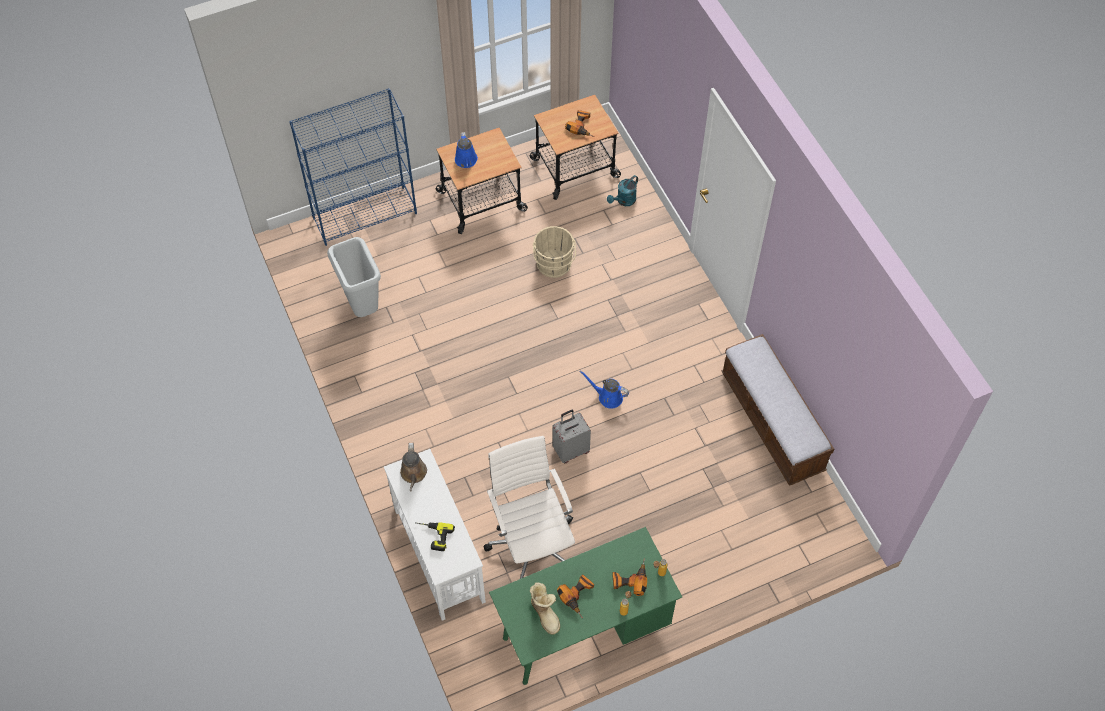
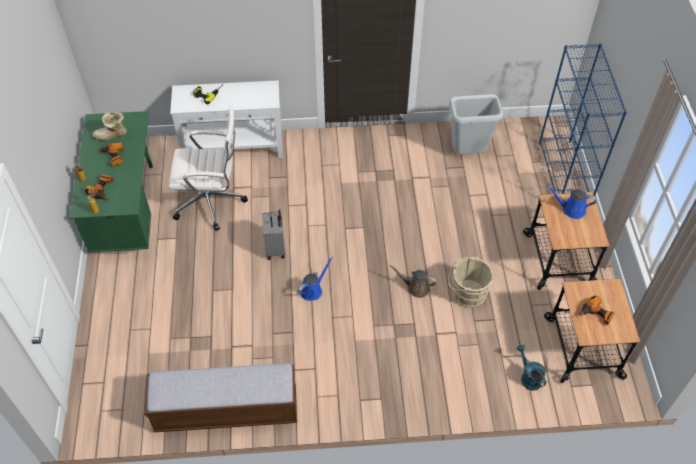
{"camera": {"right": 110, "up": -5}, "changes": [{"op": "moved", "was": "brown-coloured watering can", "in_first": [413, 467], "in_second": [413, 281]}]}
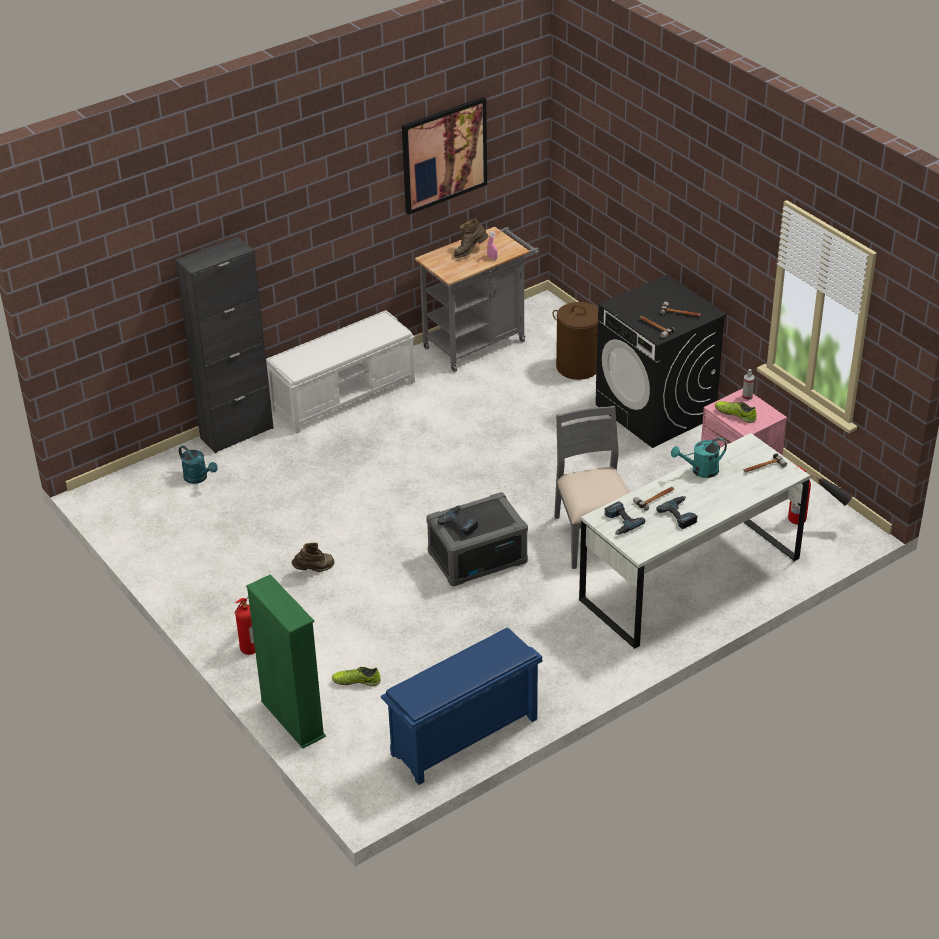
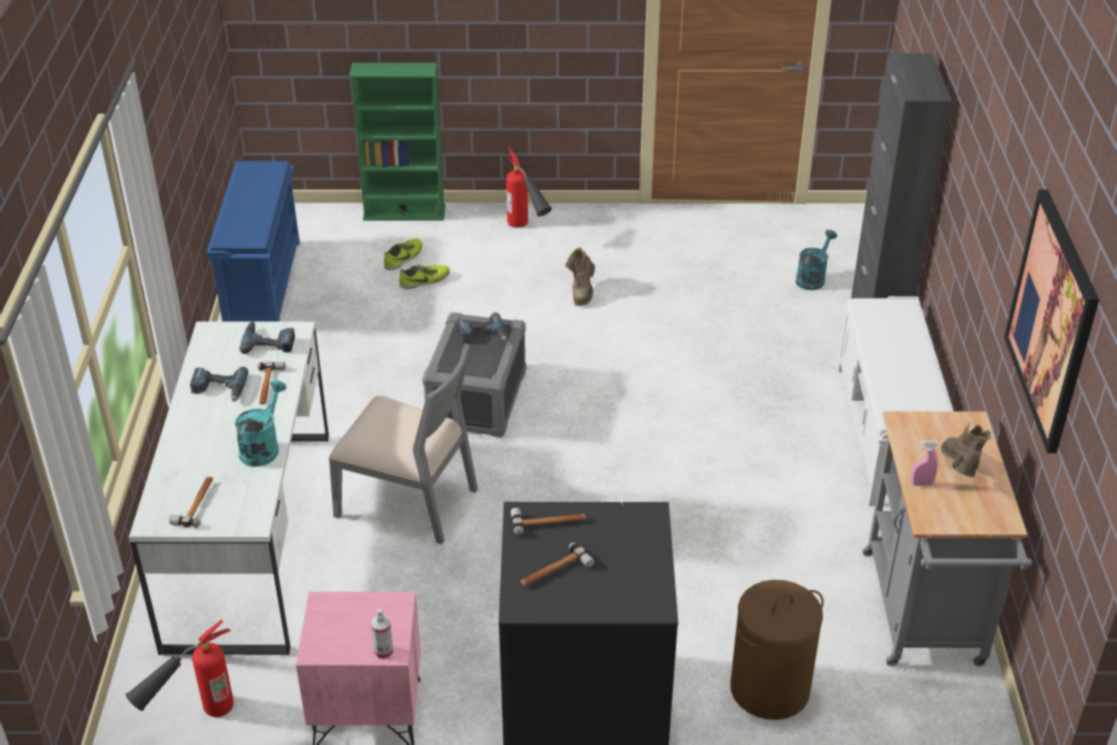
{"camera": {"right": 125, "up": 0}, "changes": [{"op": "moved", "was": "shoe", "in_first": [736, 412], "in_second": [424, 276]}, {"op": "turned", "was": "turquoise-coloured watering can", "in_first": [198, 465], "in_second": [816, 260], "clockwise": 135}]}
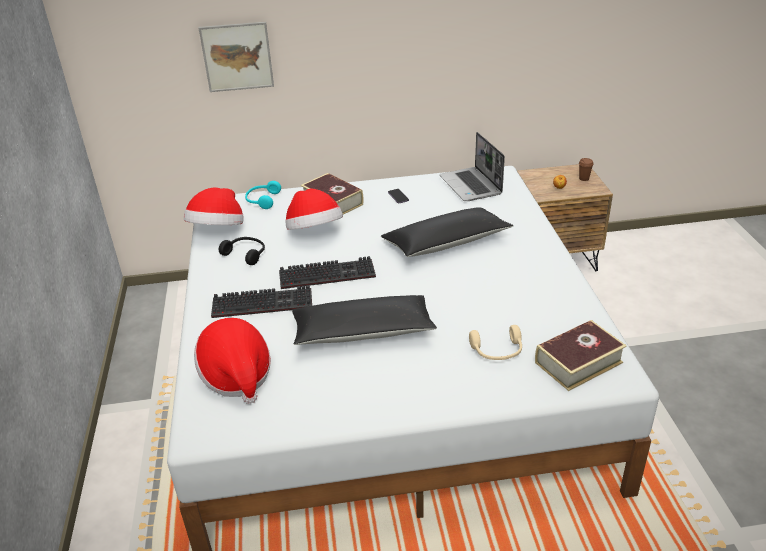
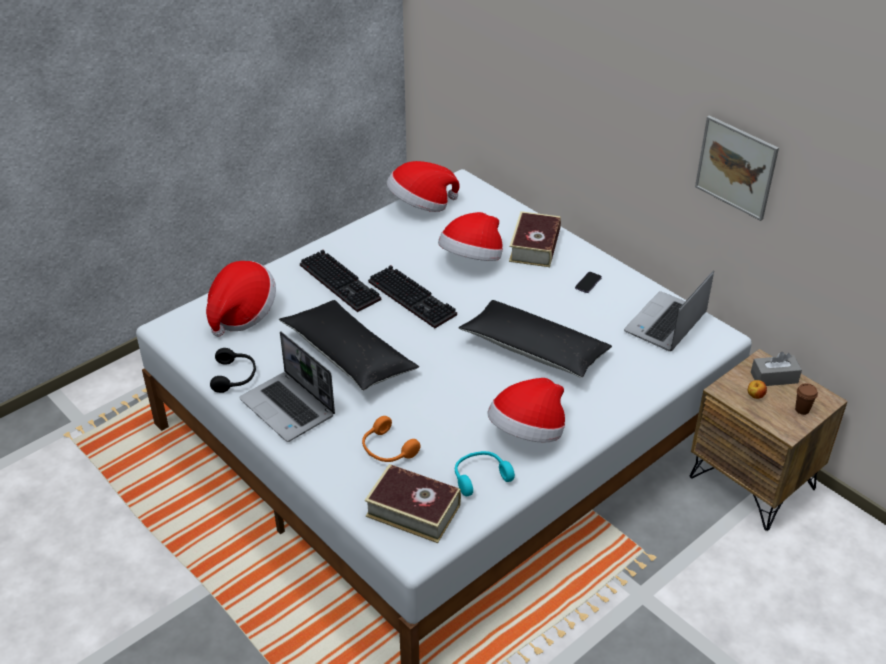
{"camera": {"right": 55, "up": 5}, "changes": [{"op": "moved", "was": "wall art", "in_first": [236, 57], "in_second": [737, 168]}, {"op": "moved", "was": "turquoise-coloured headphones", "in_first": [263, 195], "in_second": [485, 473]}, {"op": "moved", "was": "black headphones", "in_first": [242, 251], "in_second": [233, 370]}, {"op": "recoloured", "was": "beige headphones", "now": "orange headphones", "in_first": [495, 342], "in_second": [391, 439]}, {"op": "added", "now": "laptop", "in_second": [287, 386]}, {"op": "added", "now": "greyish box of tissues", "in_second": [776, 369]}, {"op": "added", "now": "hat", "in_second": [526, 410]}]}
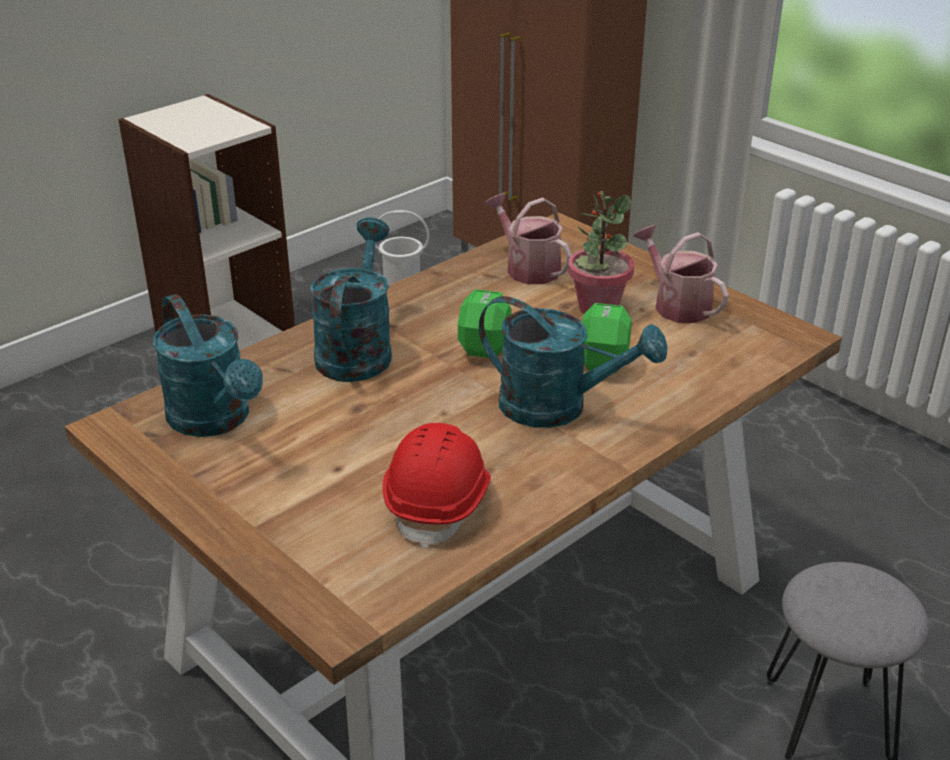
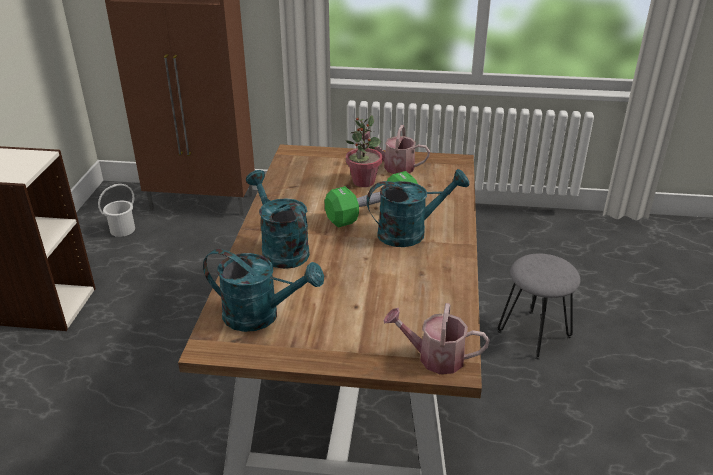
{"camera": {"right": -40, "up": 0}, "changes": [{"op": "moved", "was": "watering can", "in_first": [528, 238], "in_second": [436, 338]}, {"op": "removed", "was": "red-coloured safety helmet", "in_first": [436, 486]}]}
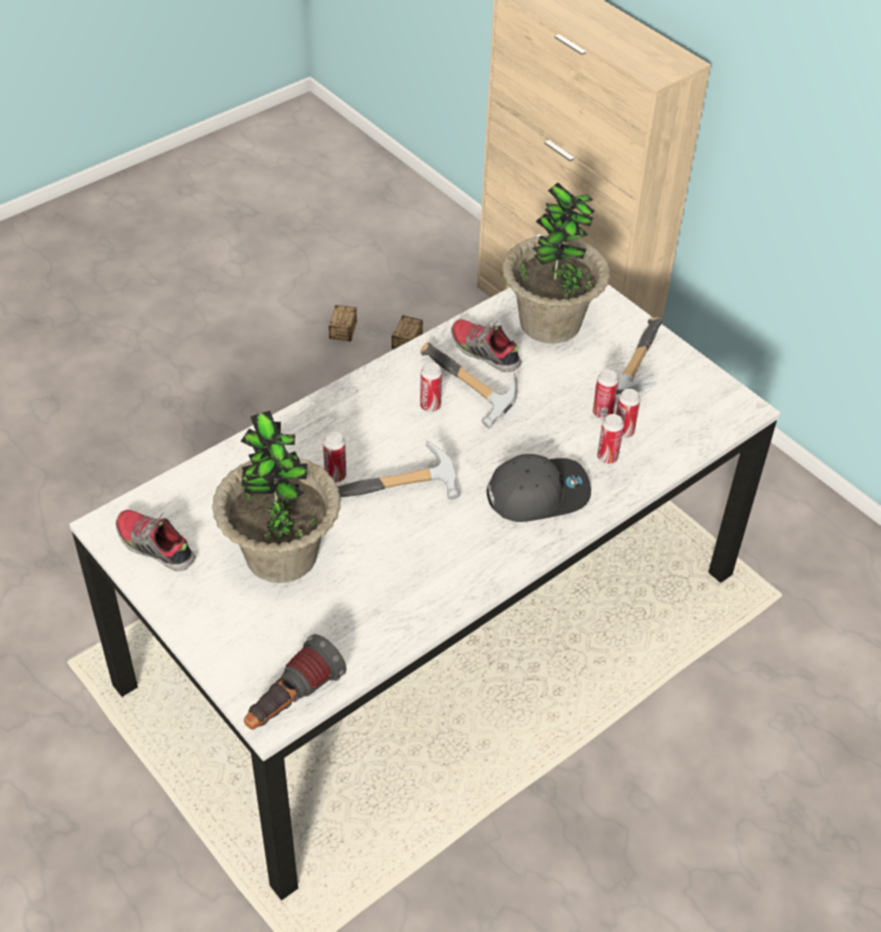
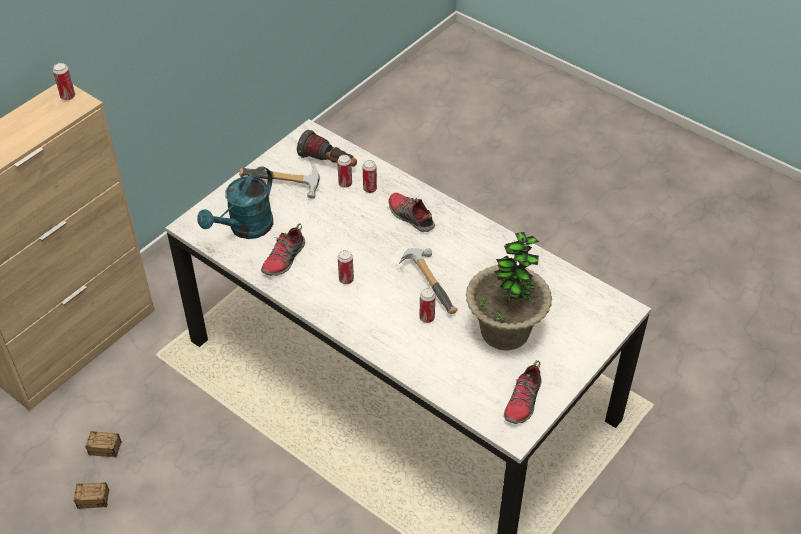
{"camera": {"right": -100, "up": 0}, "changes": [{"op": "replaced", "was": "houseplant", "now": "turquoise-coloured watering can", "in_first": [556, 263], "in_second": [235, 202]}, {"op": "removed", "was": "tool hammer", "in_first": [468, 385]}, {"op": "moved", "was": "sealed can", "in_first": [606, 394], "in_second": [64, 81]}, {"op": "replaced", "was": "greyish peaked cap", "now": "shoe", "in_first": [539, 488], "in_second": [412, 212]}, {"op": "moved", "was": "flashlight", "in_first": [295, 682], "in_second": [327, 148]}]}
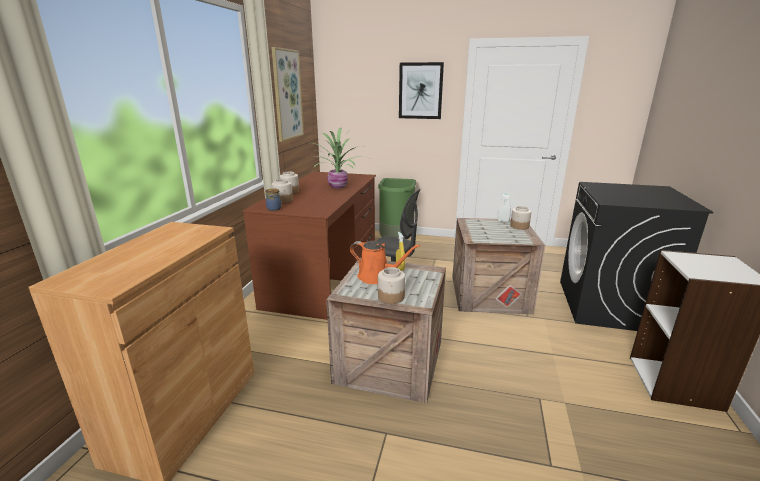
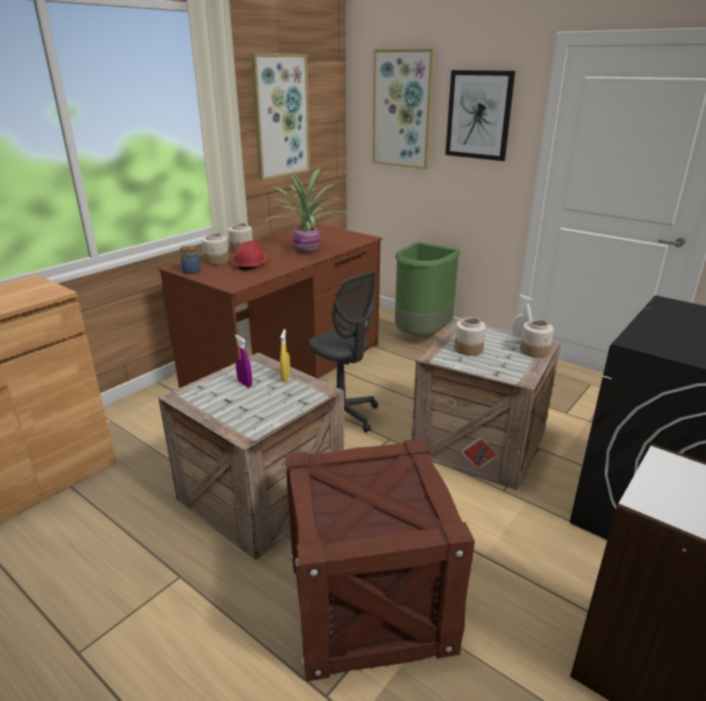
{"camera": {"right": 25, "up": 5}, "changes": [{"op": "replaced", "was": "orange watering can", "now": "purple-coloured sprayer", "in_first": [385, 262], "in_second": [243, 361]}, {"op": "moved", "was": "storage jar", "in_first": [391, 285], "in_second": [470, 336]}, {"op": "added", "now": "wall art", "in_second": [404, 108]}, {"op": "added", "now": "red-coloured safety helmet", "in_second": [250, 255]}, {"op": "added", "now": "shipping crate", "in_second": [379, 560]}]}
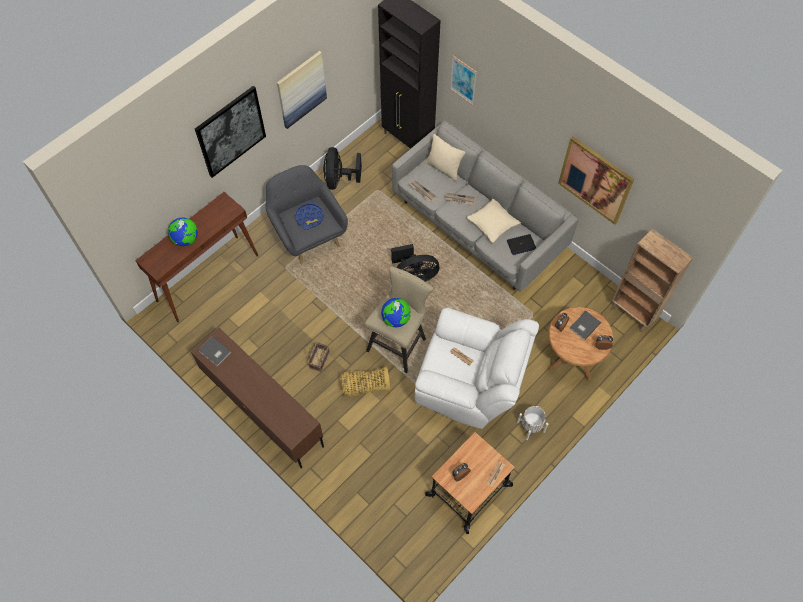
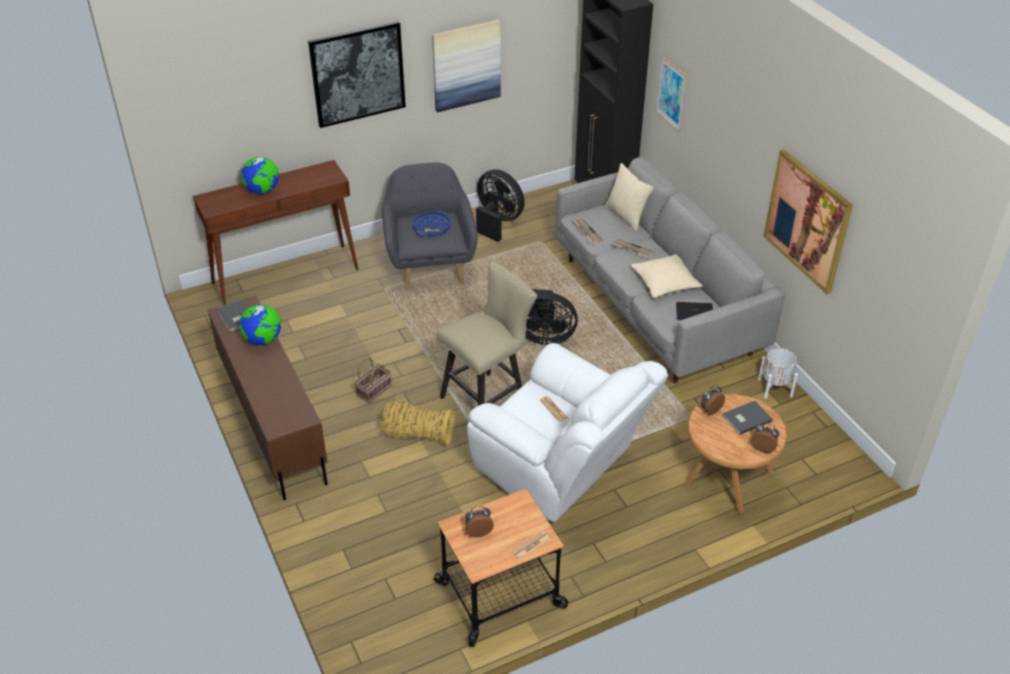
{"camera": {"right": 20, "up": -20}, "changes": [{"op": "turned", "was": "black cooling fan", "in_first": [342, 168], "in_second": [500, 205], "clockwise": 105}, {"op": "removed", "was": "brown-coloured bookshelf", "in_first": [652, 280]}, {"op": "moved", "was": "desk globe", "in_first": [396, 312], "in_second": [260, 324]}, {"op": "moved", "was": "whitish flower pot", "in_first": [532, 423], "in_second": [778, 373]}]}
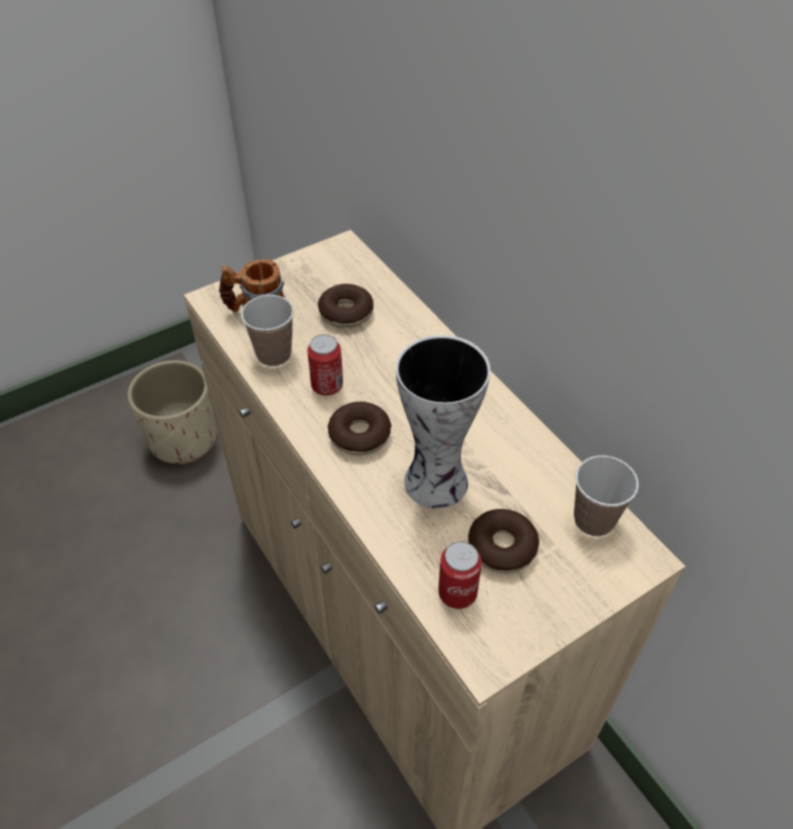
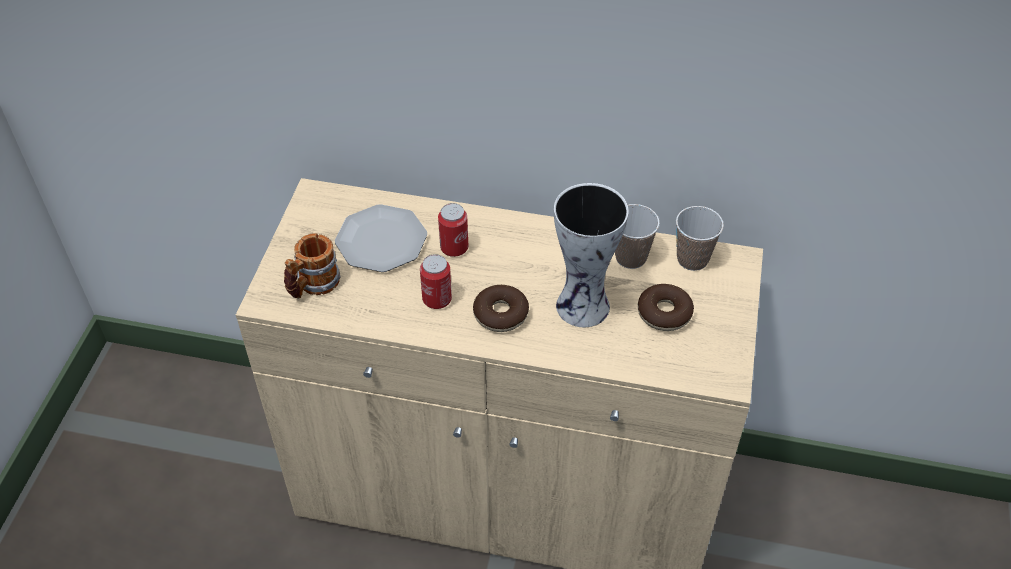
{"camera": {"right": -45, "up": 0}, "changes": [{"op": "replaced", "was": "doughnut", "now": "flat dish", "in_first": [346, 306], "in_second": [381, 238]}, {"op": "moved", "was": "drinking cup", "in_first": [267, 330], "in_second": [637, 236]}, {"op": "removed", "was": "beige flower pot", "in_first": [172, 412]}, {"op": "moved", "was": "sealed can", "in_first": [460, 575], "in_second": [453, 230]}]}
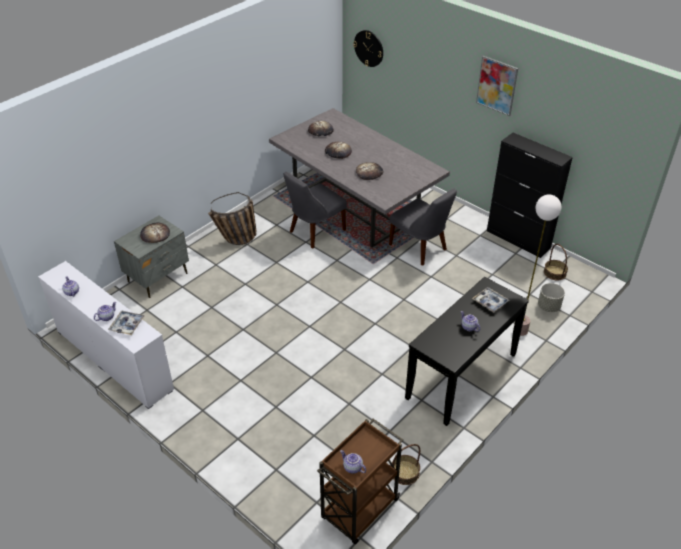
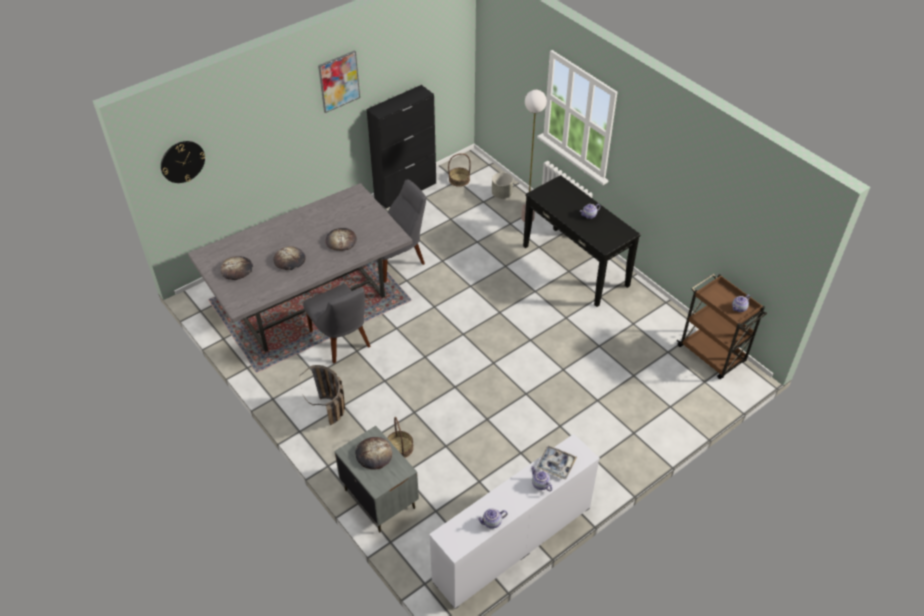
{"camera": {"right": -80, "up": 5}, "changes": [{"op": "removed", "was": "serving tray", "in_first": [490, 300]}, {"op": "moved", "was": "storage basket", "in_first": [406, 464], "in_second": [400, 437]}]}
